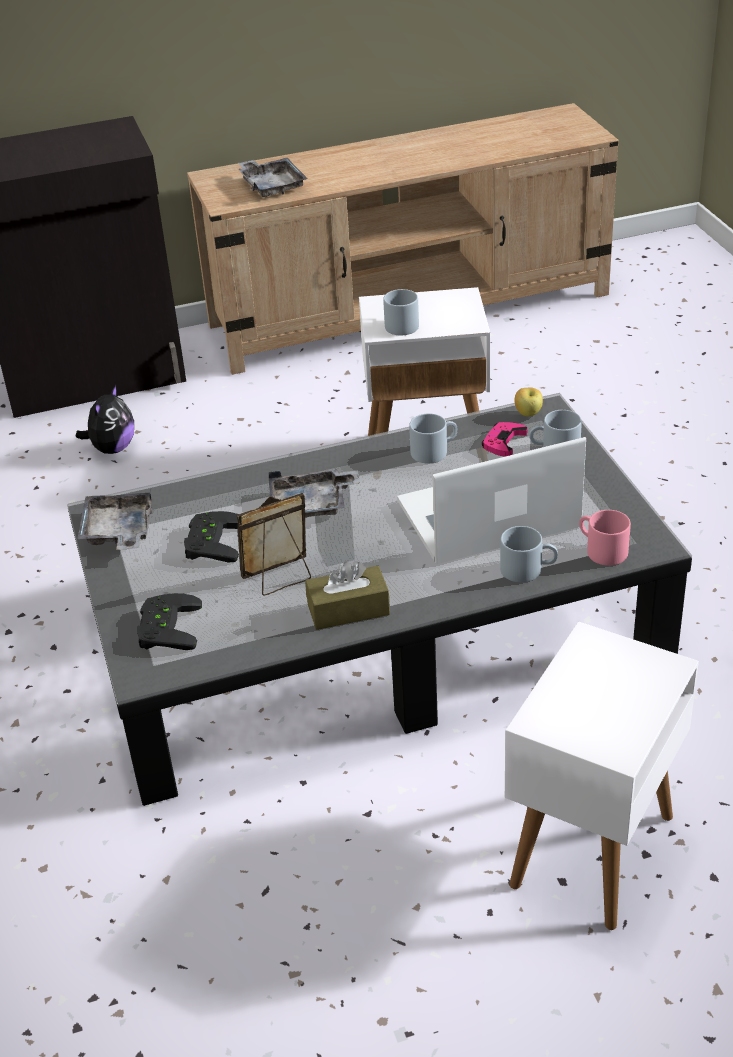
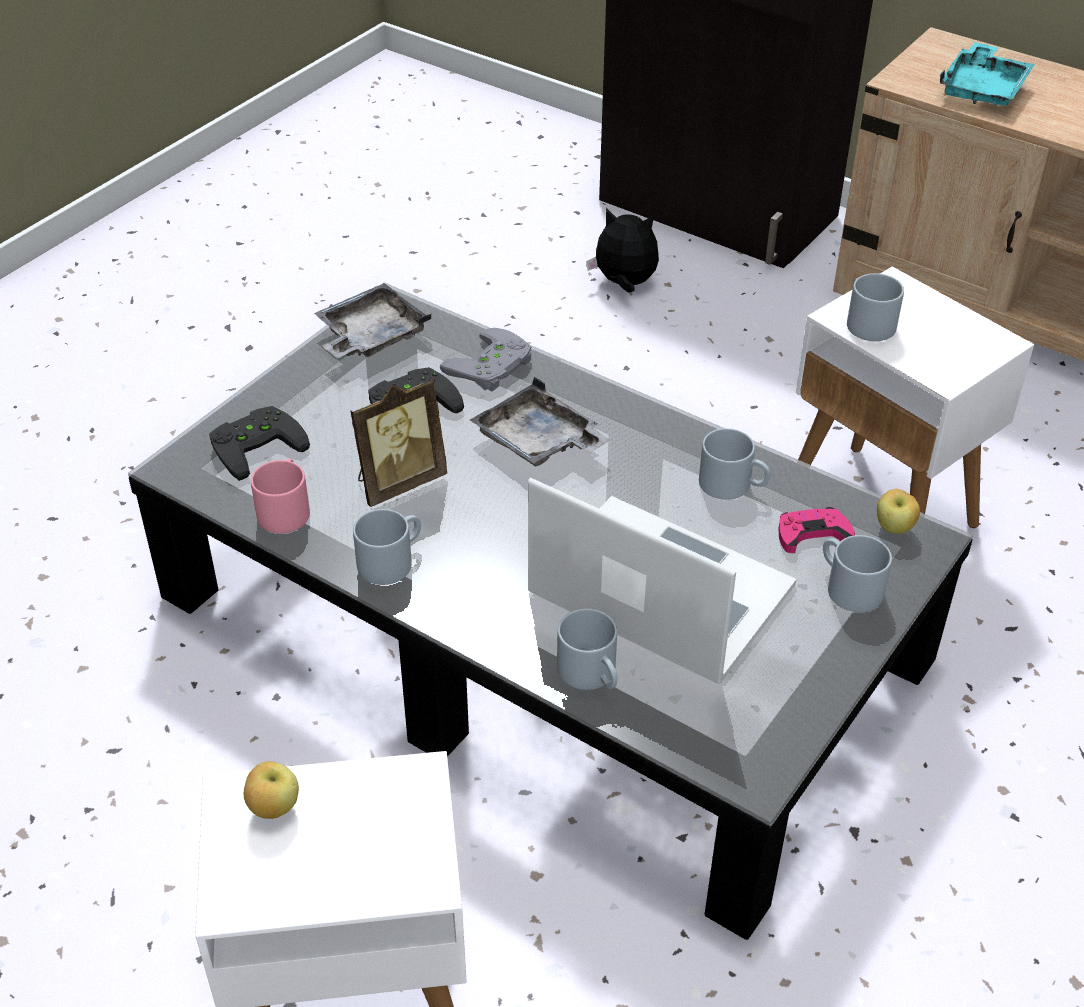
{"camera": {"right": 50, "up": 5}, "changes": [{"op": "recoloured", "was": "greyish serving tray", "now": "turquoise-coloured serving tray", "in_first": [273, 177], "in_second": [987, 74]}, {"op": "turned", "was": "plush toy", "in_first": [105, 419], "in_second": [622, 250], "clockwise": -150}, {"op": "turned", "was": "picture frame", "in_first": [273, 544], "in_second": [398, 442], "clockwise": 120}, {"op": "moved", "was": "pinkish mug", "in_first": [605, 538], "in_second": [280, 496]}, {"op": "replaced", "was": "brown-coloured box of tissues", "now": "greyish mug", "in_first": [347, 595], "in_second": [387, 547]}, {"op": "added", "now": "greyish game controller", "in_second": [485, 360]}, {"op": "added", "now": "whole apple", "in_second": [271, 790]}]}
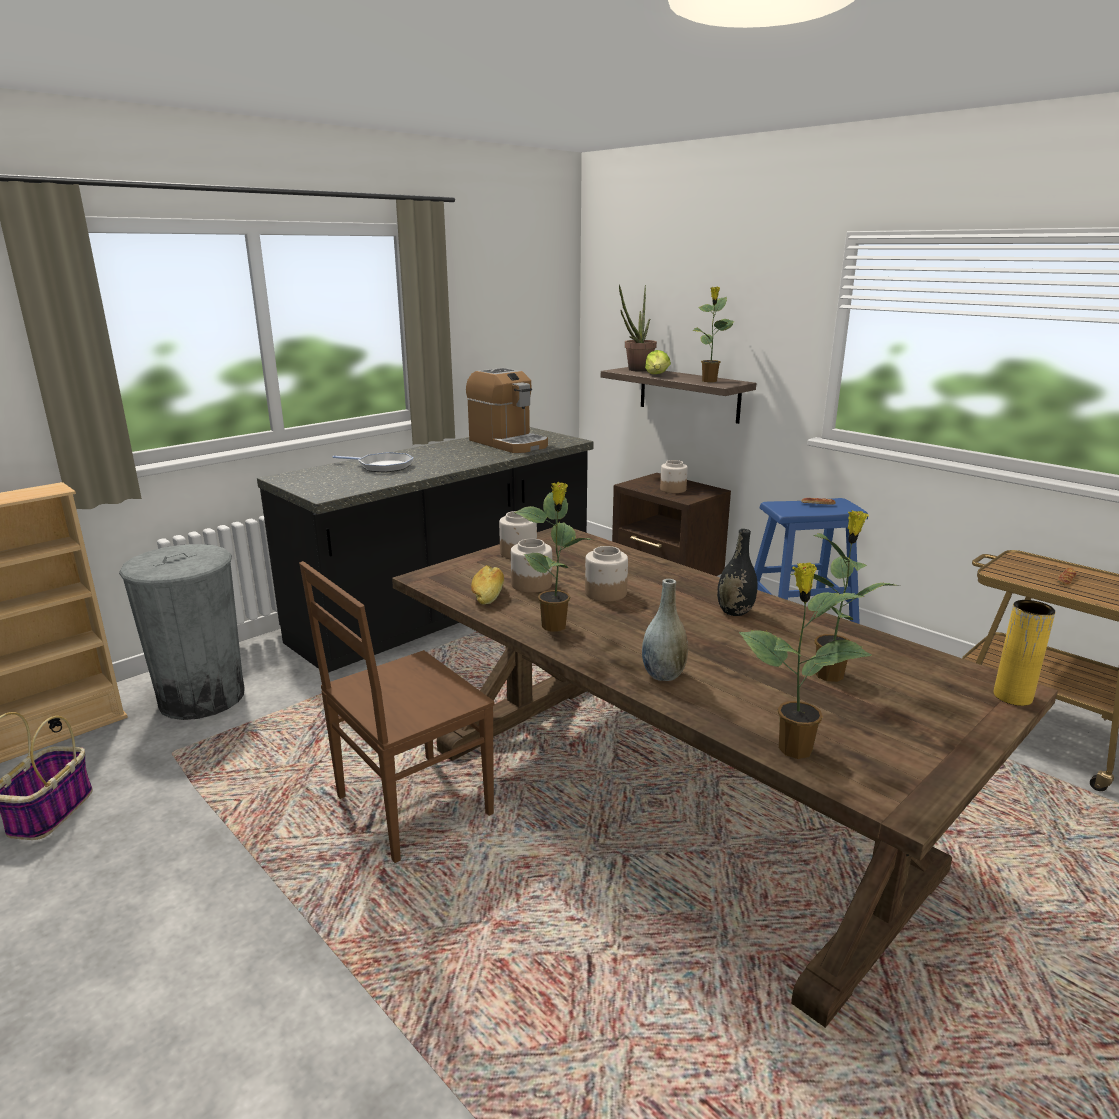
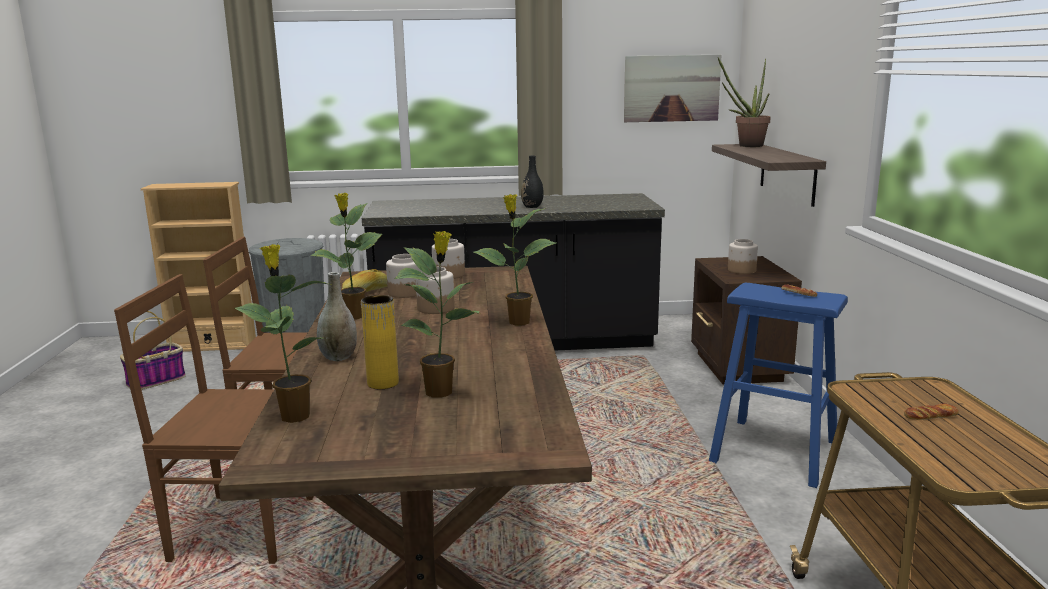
{"camera": {"right": 40, "up": -5}, "changes": [{"op": "moved", "was": "houseplant", "in_first": [713, 334], "in_second": [514, 260]}, {"op": "removed", "was": "lettuce", "in_first": [658, 362]}, {"op": "removed", "was": "coffee brewer", "in_first": [507, 410]}, {"op": "removed", "was": "frying pan", "in_first": [373, 462]}, {"op": "moved", "was": "black decorative vase", "in_first": [737, 572], "in_second": [532, 181]}, {"op": "moved", "was": "yellow decorative vase", "in_first": [1024, 653], "in_second": [380, 342]}, {"op": "added", "now": "wall art", "in_second": [673, 88]}, {"op": "added", "now": "brown-coloured plain chair", "in_second": [214, 419]}]}
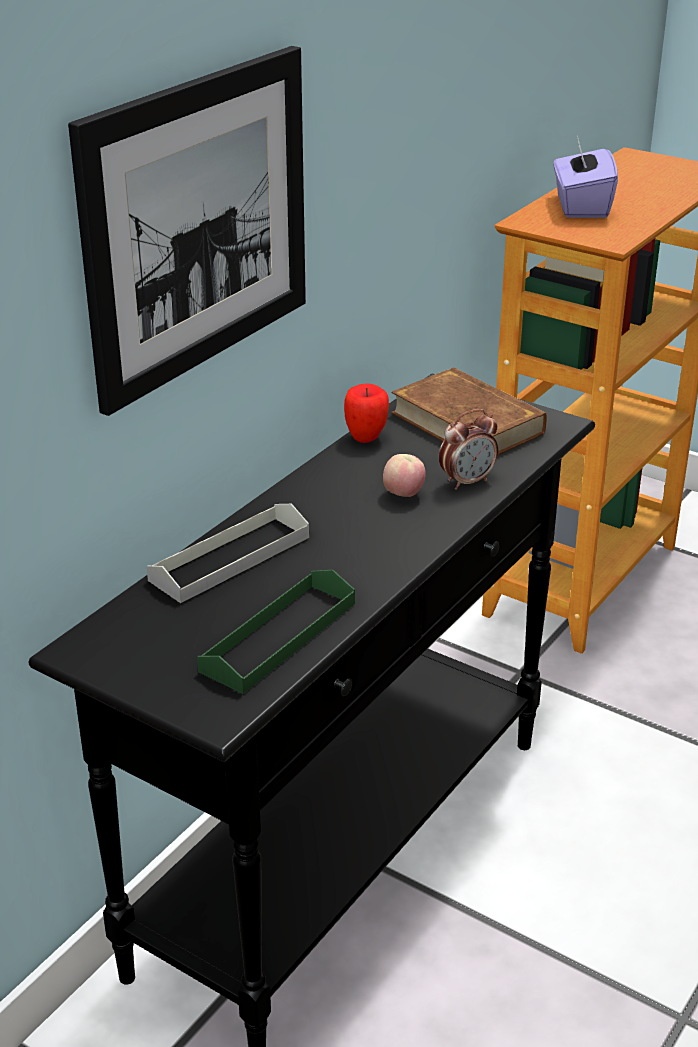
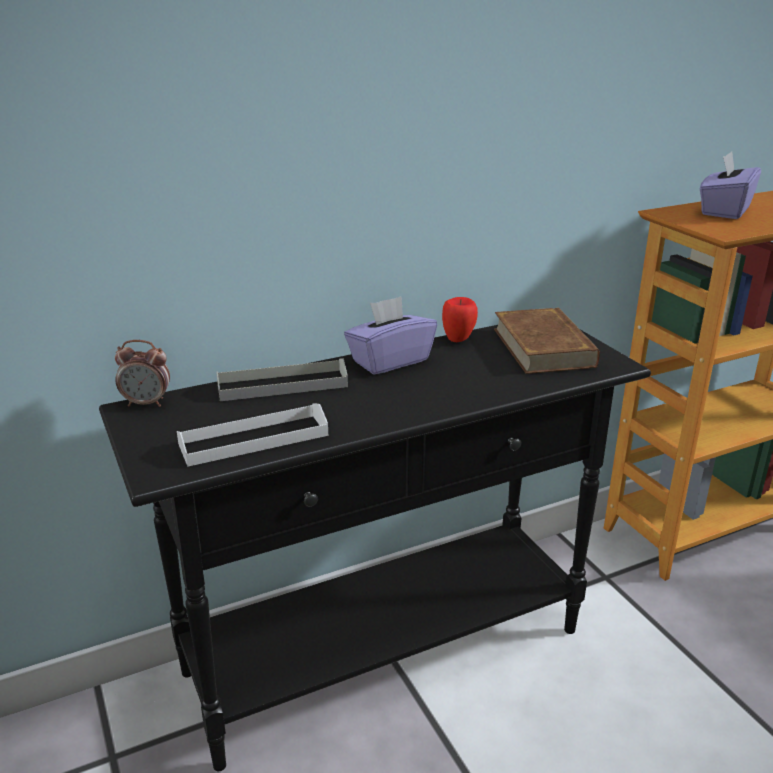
{"camera": {"right": 30, "up": -5}, "changes": [{"op": "removed", "was": "wall art", "in_first": [187, 231]}, {"op": "moved", "was": "table clock", "in_first": [468, 449], "in_second": [142, 373]}, {"op": "removed", "was": "whole apple", "in_first": [404, 475]}, {"op": "recoloured", "was": "green serving tray", "now": "whitish serving tray", "in_first": [276, 632], "in_second": [252, 434]}, {"op": "added", "now": "purple-coloured box of tissues", "in_second": [390, 335]}]}
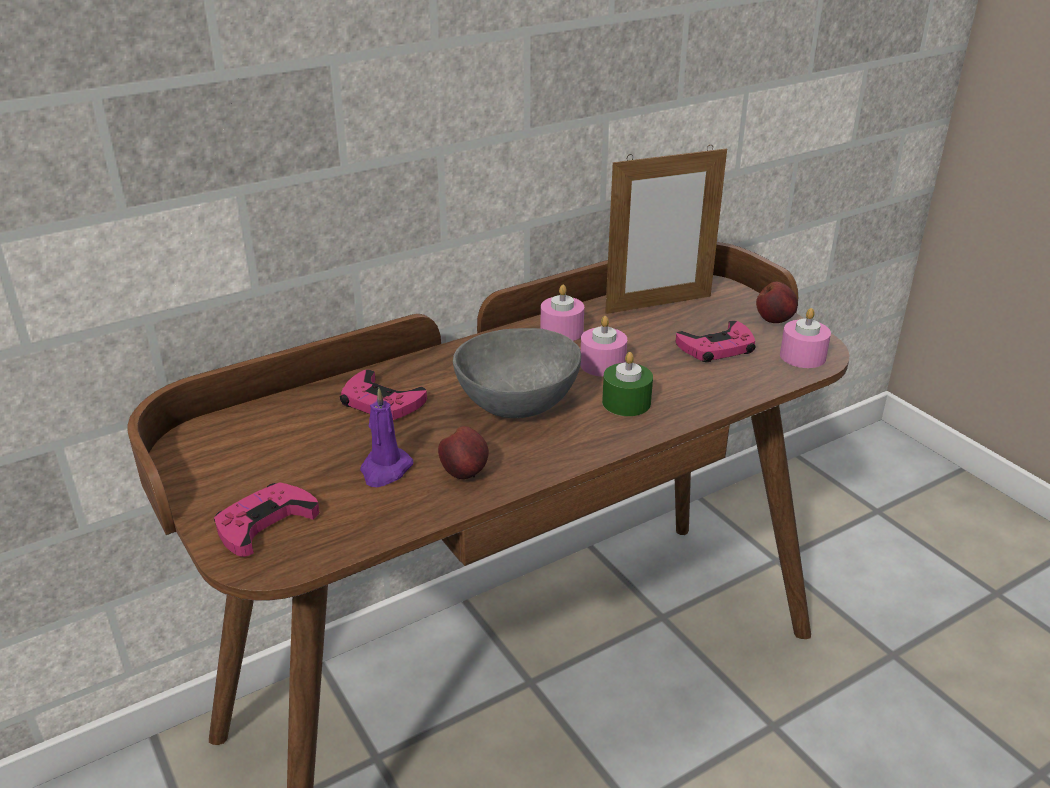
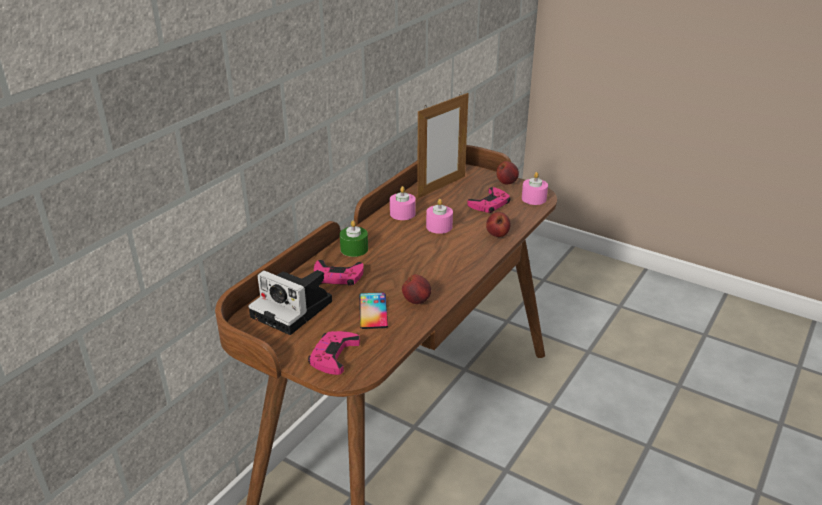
{"camera": {"right": -25, "up": 0}, "changes": [{"op": "removed", "was": "greyish serving bowl", "in_first": [517, 373]}, {"op": "moved", "was": "green candle", "in_first": [627, 384], "in_second": [354, 238]}, {"op": "replaced", "was": "purple-coloured candle", "now": "handset", "in_first": [386, 437], "in_second": [373, 311]}, {"op": "added", "now": "whole apple", "in_second": [498, 224]}, {"op": "added", "now": "photo camera", "in_second": [290, 302]}]}
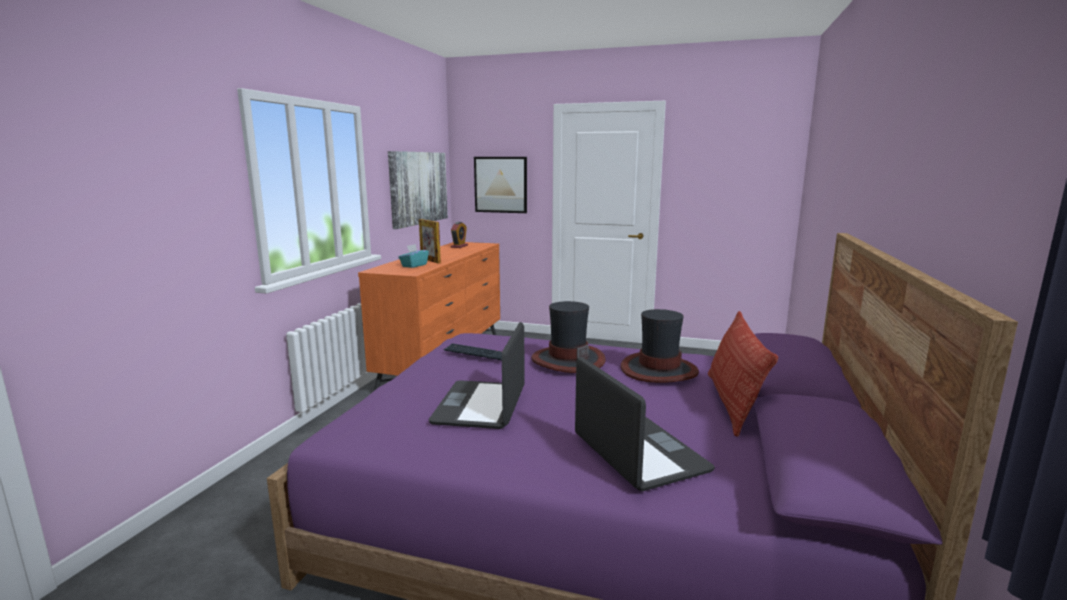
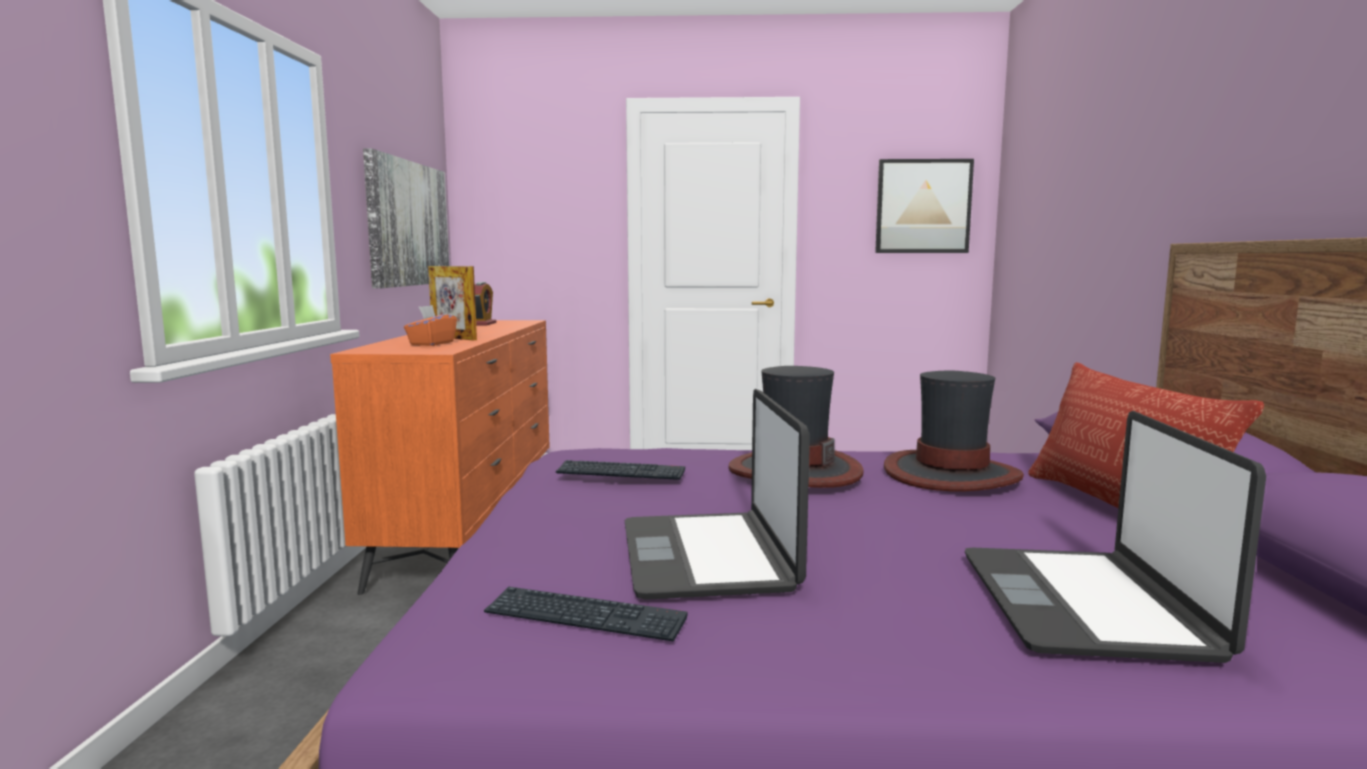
{"camera": {"right": -15, "up": -5}, "changes": [{"op": "moved", "was": "wall art", "in_first": [500, 185], "in_second": [924, 206]}, {"op": "recoloured", "was": "turquoise-coloured box of tissues", "now": "orange box of tissues", "in_first": [414, 256], "in_second": [430, 325]}, {"op": "turned", "was": "laptop", "in_first": [645, 424], "in_second": [1115, 537], "clockwise": -135}, {"op": "added", "now": "computer keyboard", "in_second": [585, 614]}]}
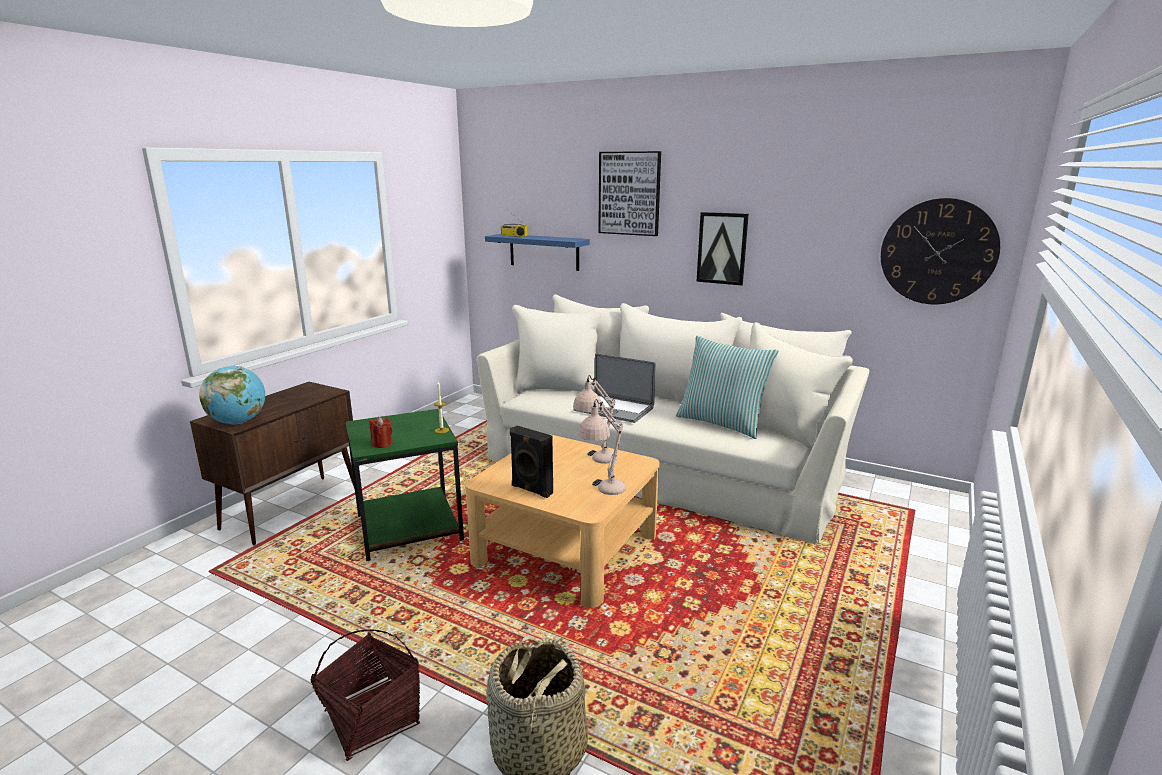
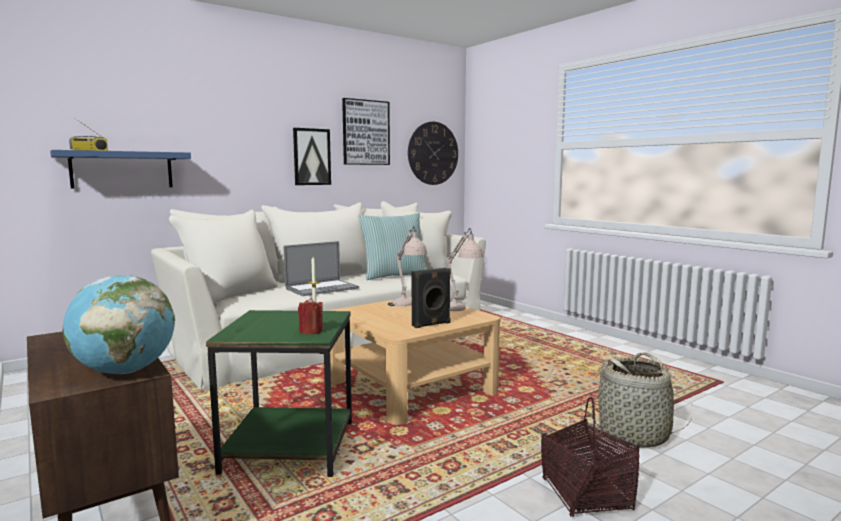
{"camera": {"right": -65, "up": -10}, "changes": [{"op": "moved", "was": "wall art", "in_first": [629, 193], "in_second": [366, 131]}]}
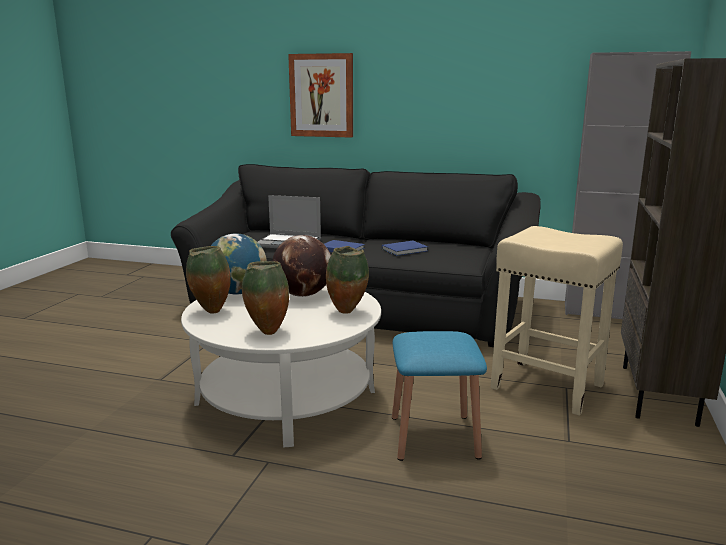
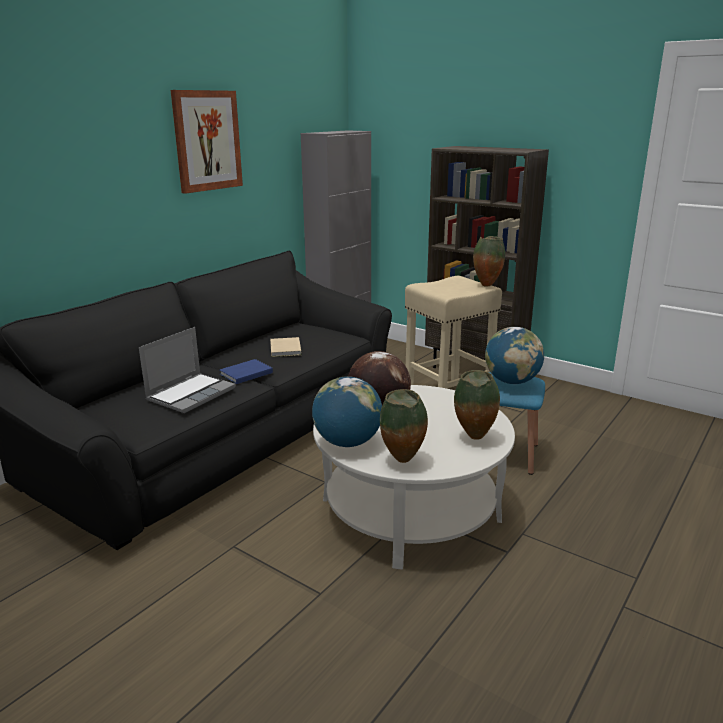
{"camera": {"right": -70, "up": 5}, "changes": [{"op": "moved", "was": "wall art", "in_first": [320, 95], "in_second": [207, 142]}, {"op": "recoloured", "was": "bluish bound book", "now": "beige bound book", "in_first": [405, 248], "in_second": [285, 347]}, {"op": "moved", "was": "decorative vase", "in_first": [347, 280], "in_second": [489, 261]}, {"op": "added", "now": "desk globe", "in_second": [514, 355]}]}
